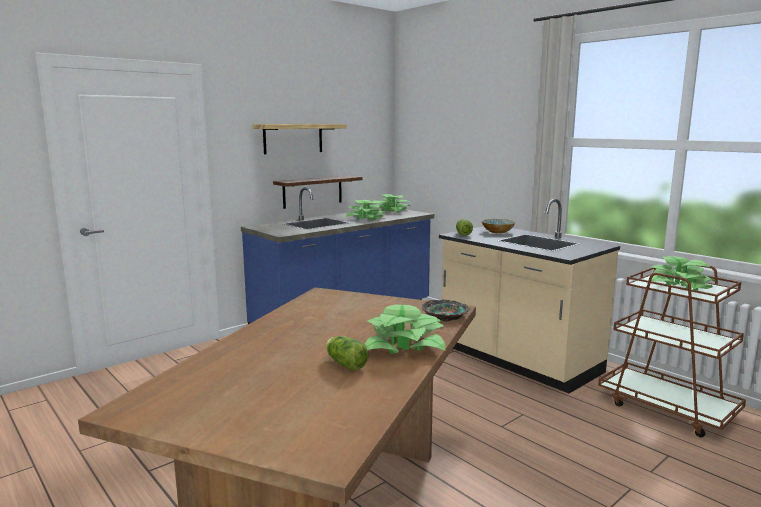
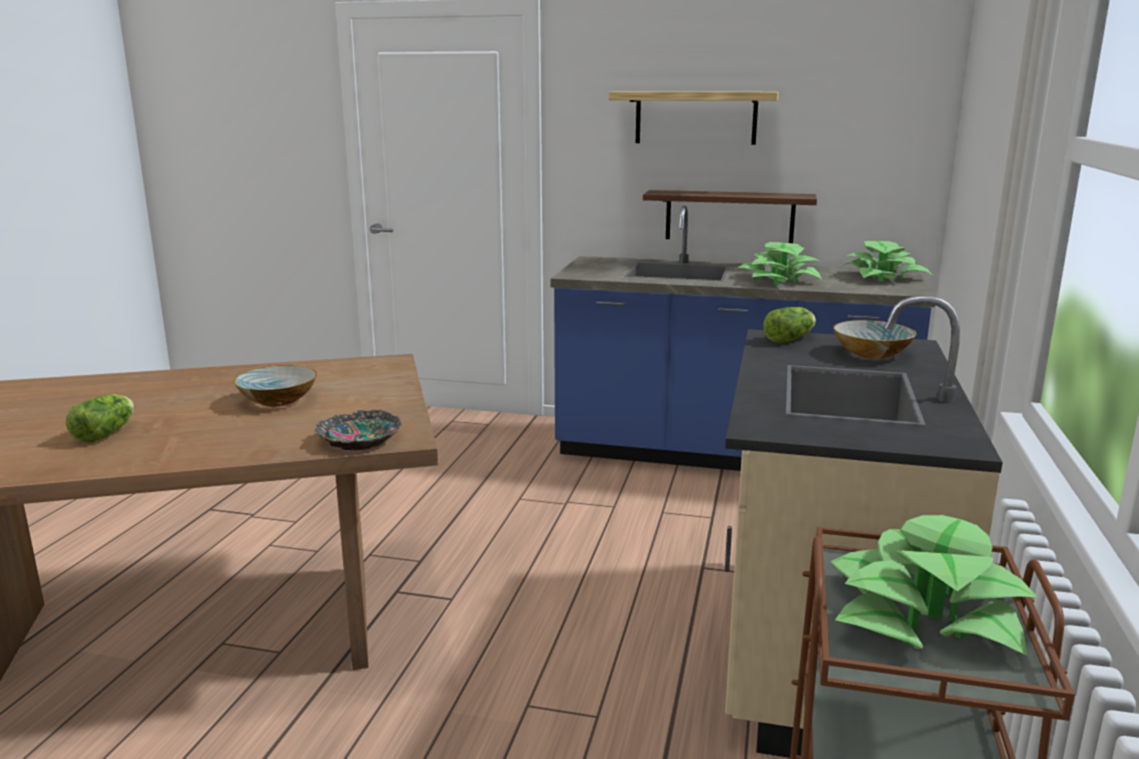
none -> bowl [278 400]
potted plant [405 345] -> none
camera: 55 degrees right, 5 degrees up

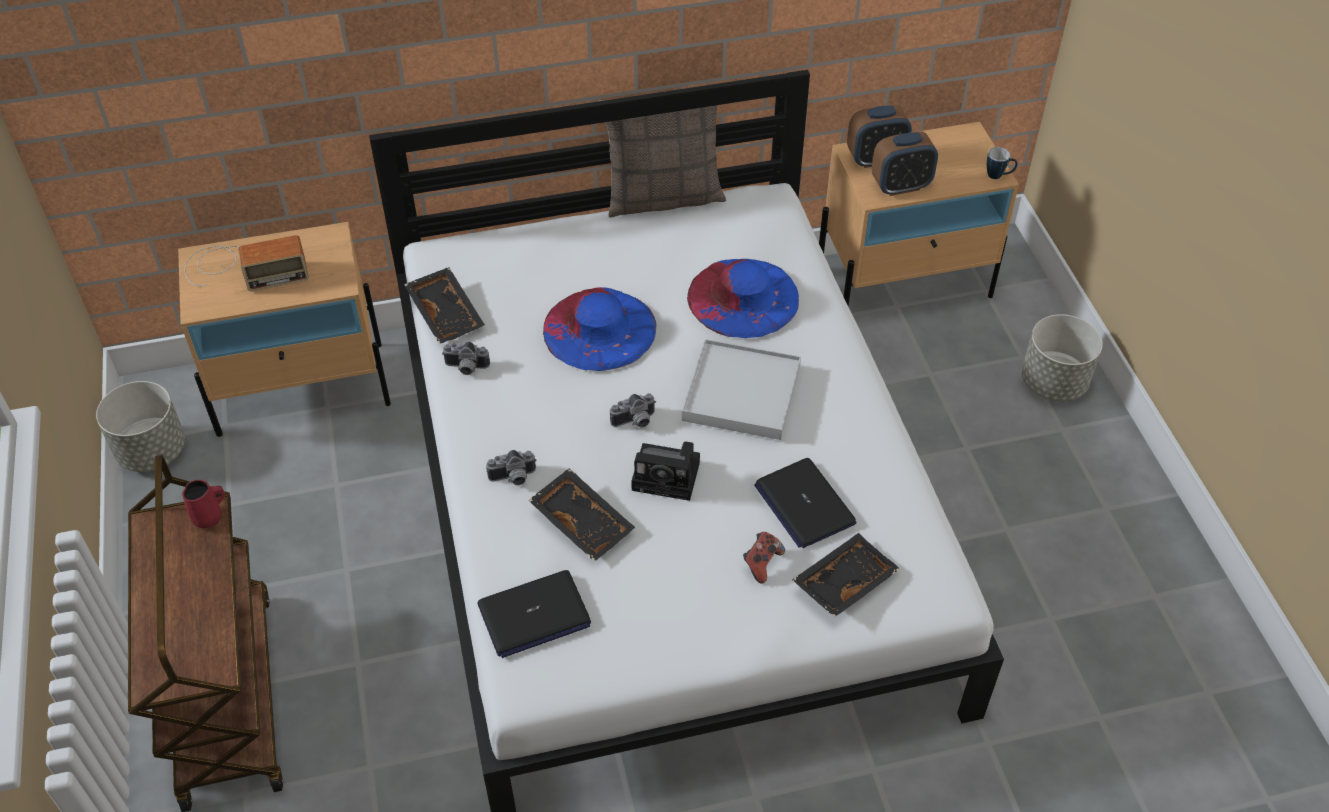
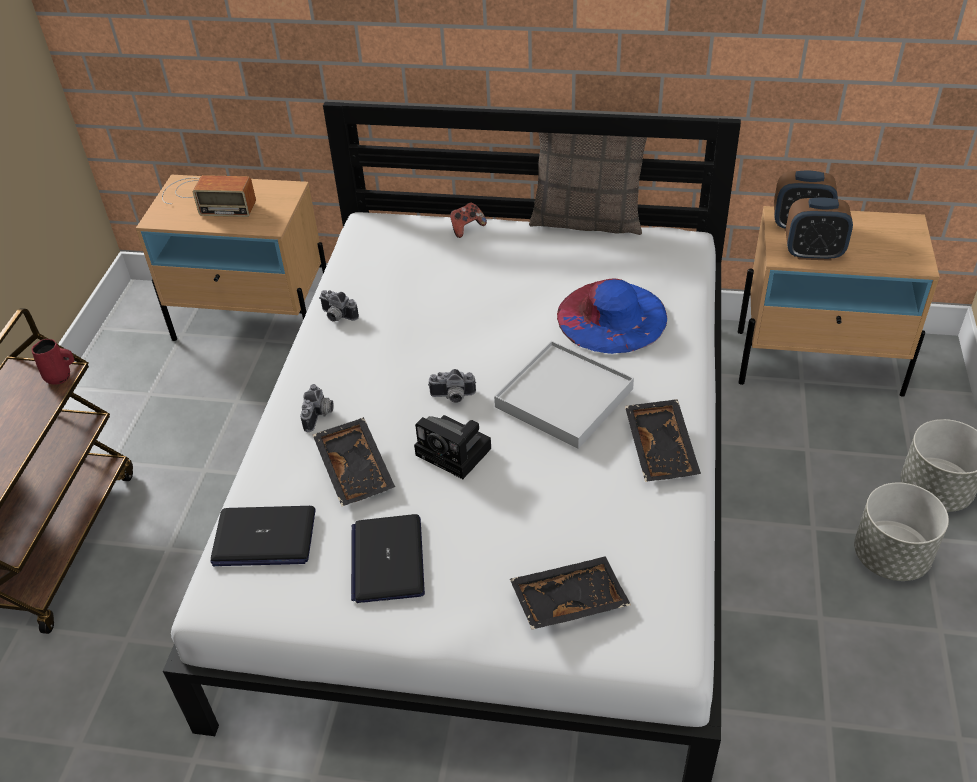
photo camera [513 478] -> photo camera [320 416], 90 degrees counterclockwise
laptop [804 504] -> laptop [387 559], moved
game controller [762 563] -> game controller [467 228], moved
tray in black [447 313] -> tray in black [662 448], moved
planter in grey [152 451] -> planter in grey [891 557], moved
hat in blue [599 329] -> none
mug [998 176] -> none
camera: 25 degrees right, 5 degrees down

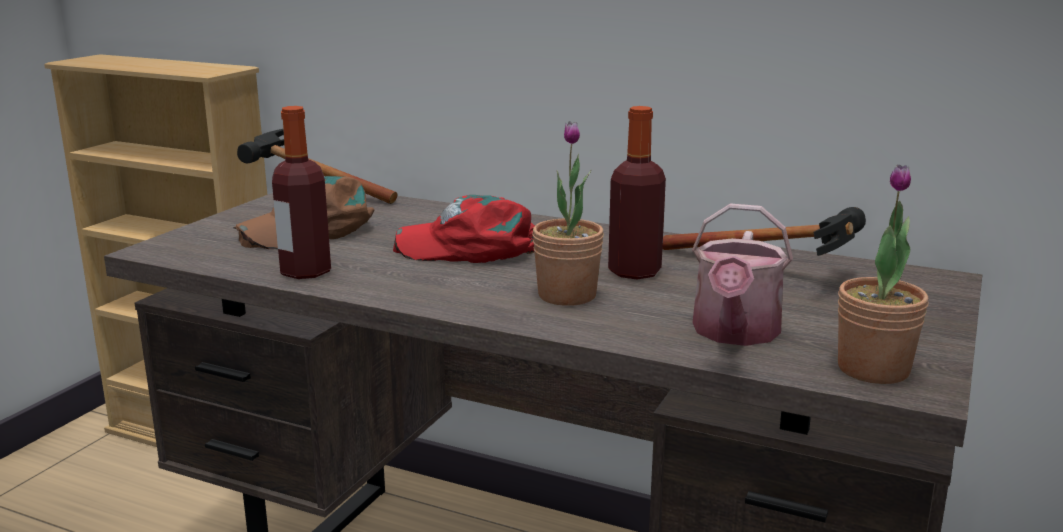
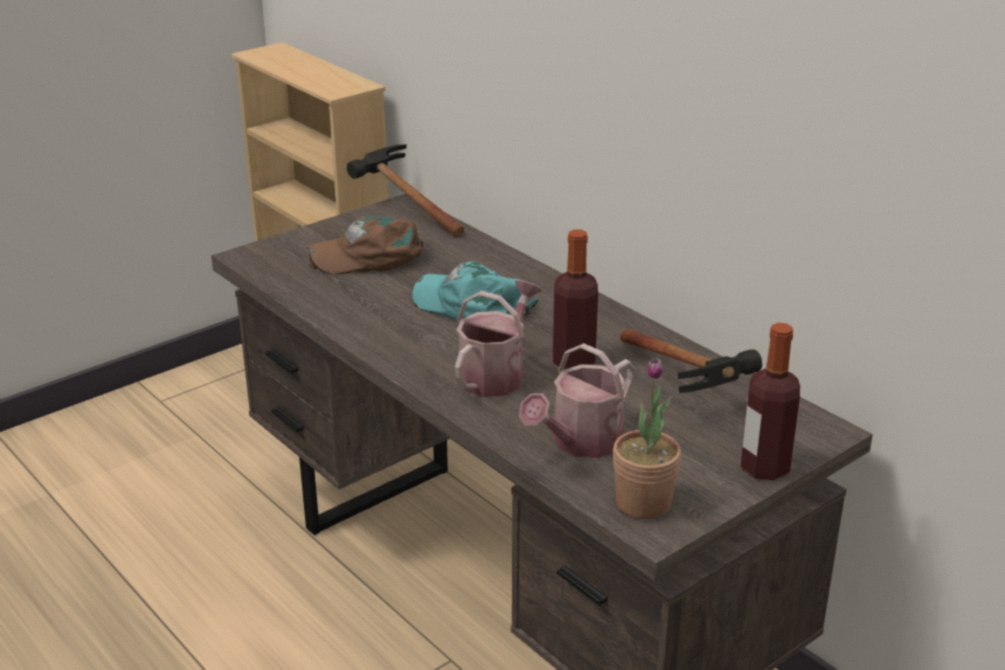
cap in red [470 248] -> cap in turquoise [472 304]
potted plant [567 295] -> watering can [496 374]
bottle [305 271] -> bottle [764 467], moved
camera: 25 degrees right, 10 degrees up

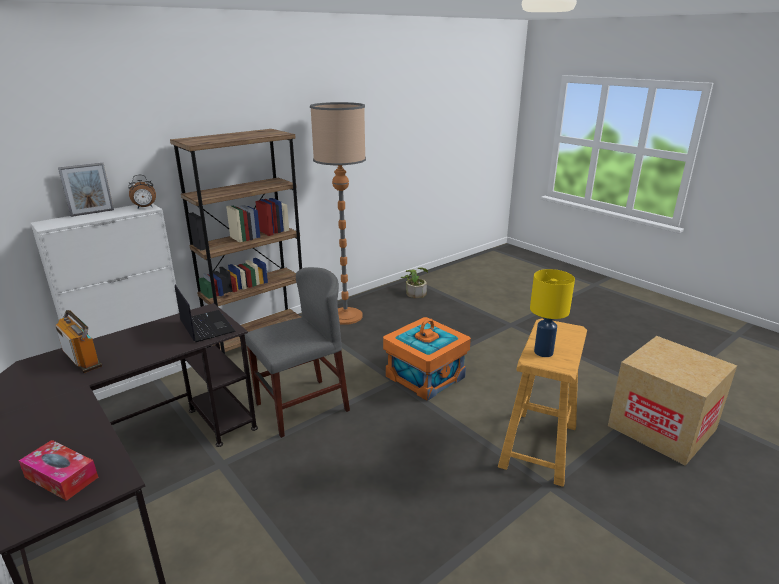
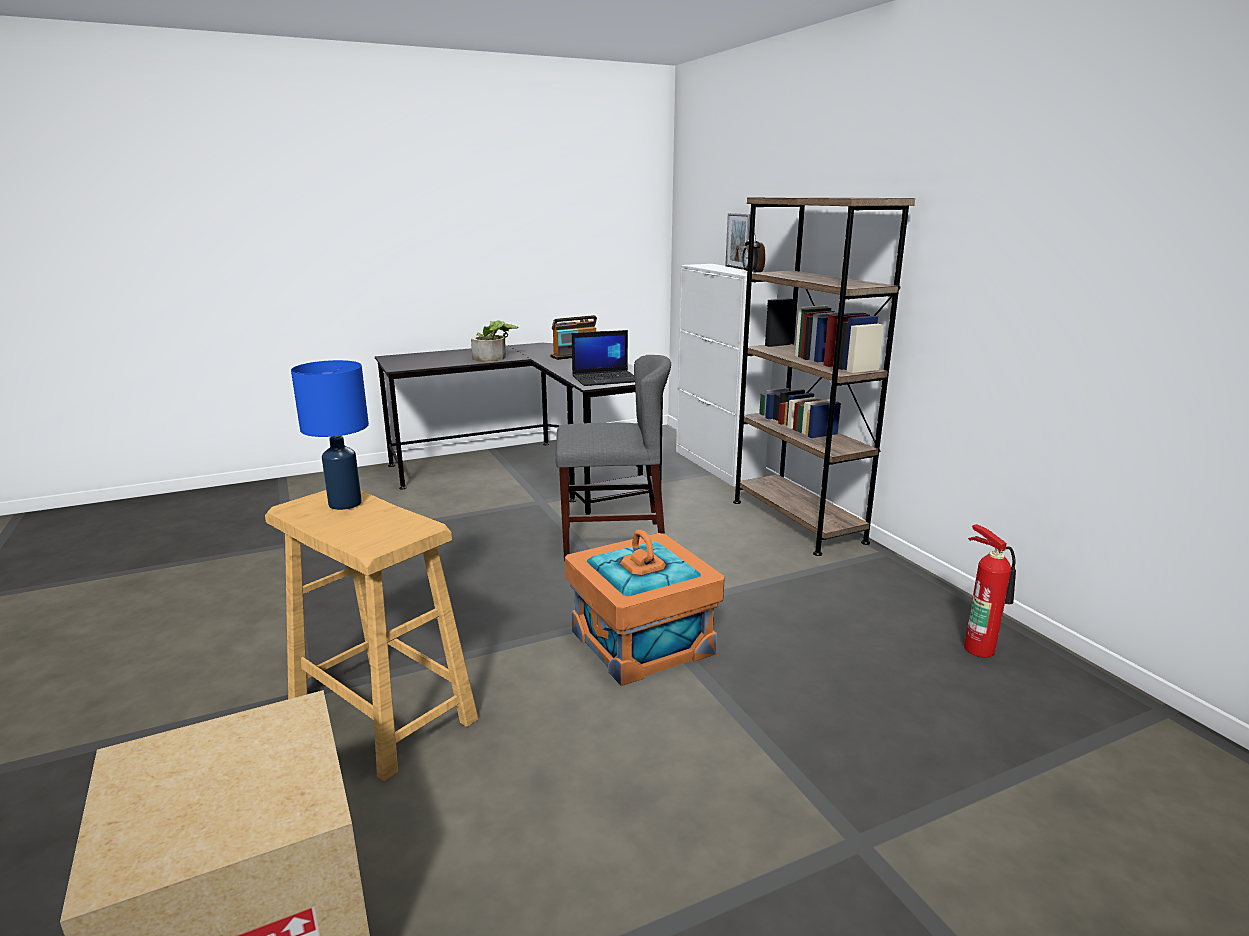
table lamp in yellow [544 352] -> table lamp in blue [344 504]
potted plant [415 292] -> potted plant [494 358], moved
chair in grey [302 407] -> chair in grey [612 541], 75 degrees counterclockwise
none -> fire extinguisher [979 647]
tissue box [61 477] -> none
floor lamp [346 316] -> none
camera: 105 degrees right, 5 degrees down

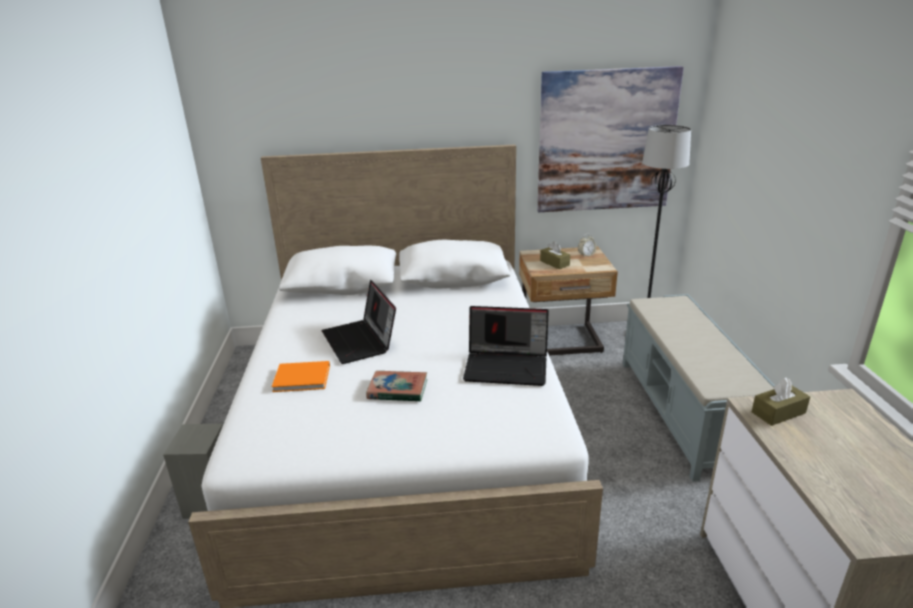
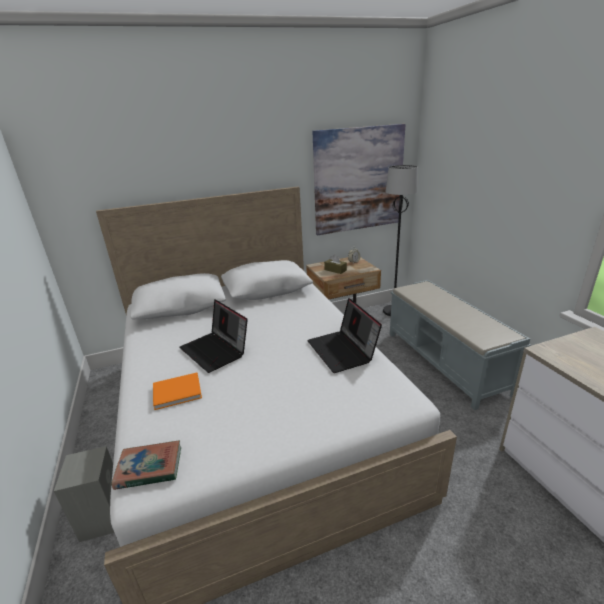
book [397 390] -> book [149 468], moved
laptop [507 366] -> laptop [343 351], 75 degrees clockwise
tissue box in brown [778 412] -> none
camera: 15 degrees left, 0 degrees up

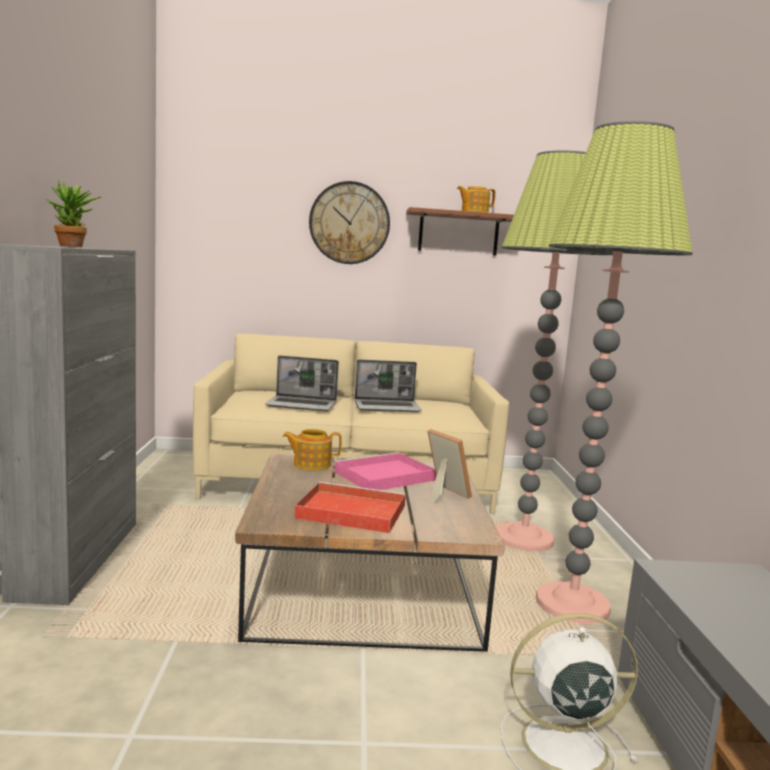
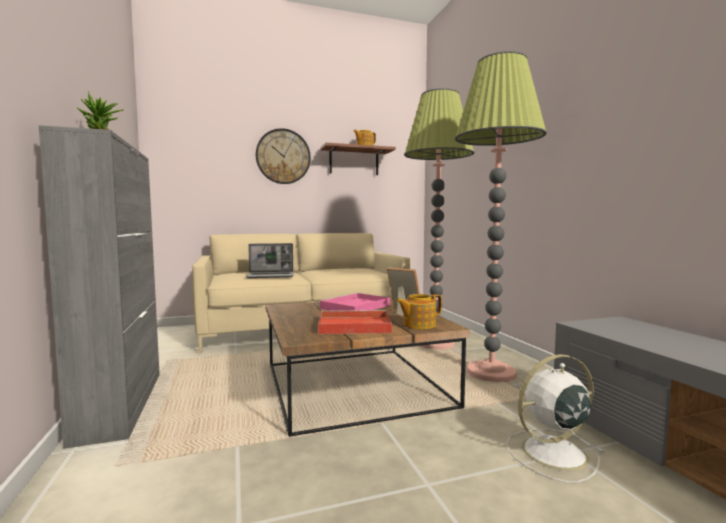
teapot [311 464] -> teapot [418 325], moved
laptop [387 407] -> none
camera: 15 degrees left, 5 degrees down

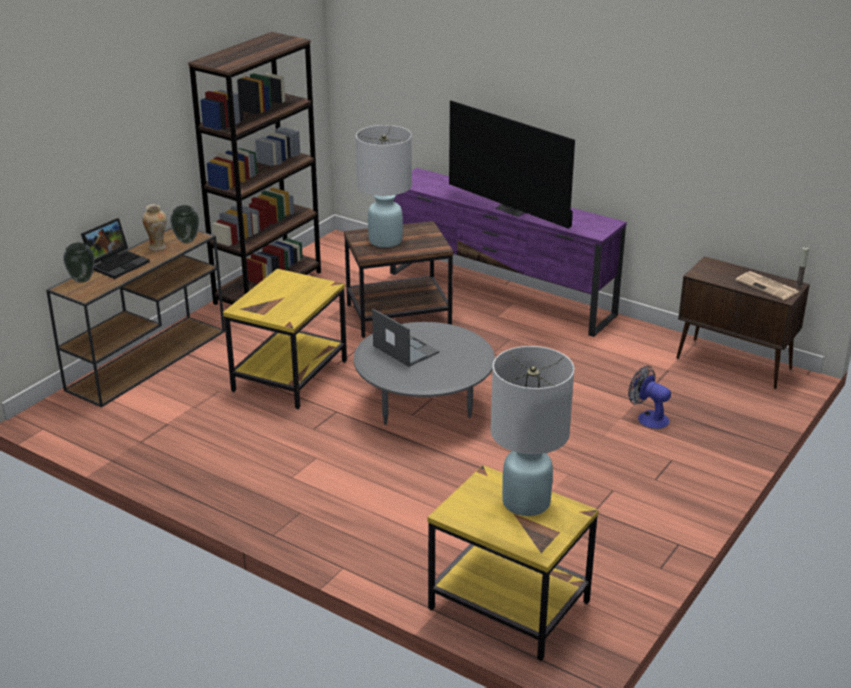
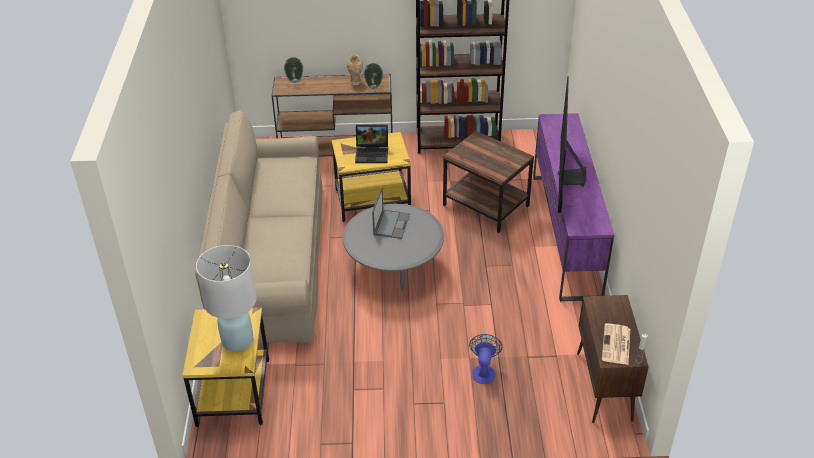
none -> sofa in beige [272 259]
laptop [118 263] -> laptop [373 153], moved
table lamp in white [385 240] -> none
camera: 55 degrees right, 10 degrees up

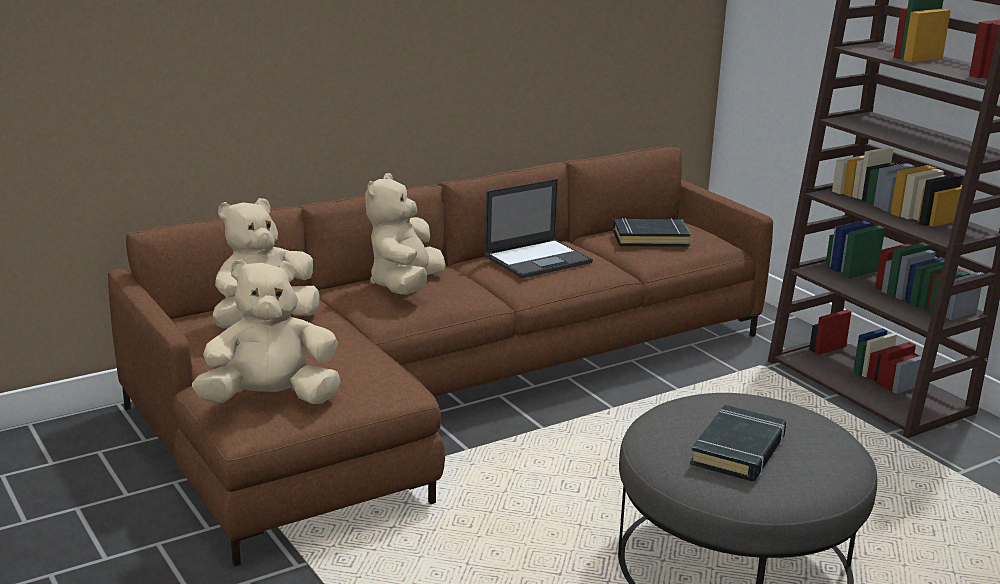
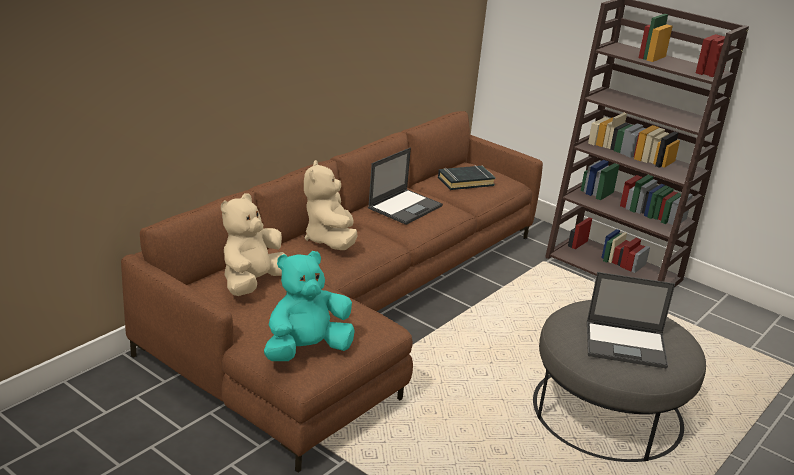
plush toy in beige [270 399] -> plush toy in turquoise [306 350]
book in black [738 451] -> laptop [626 345]
camera: 20 degrees left, 5 degrees up

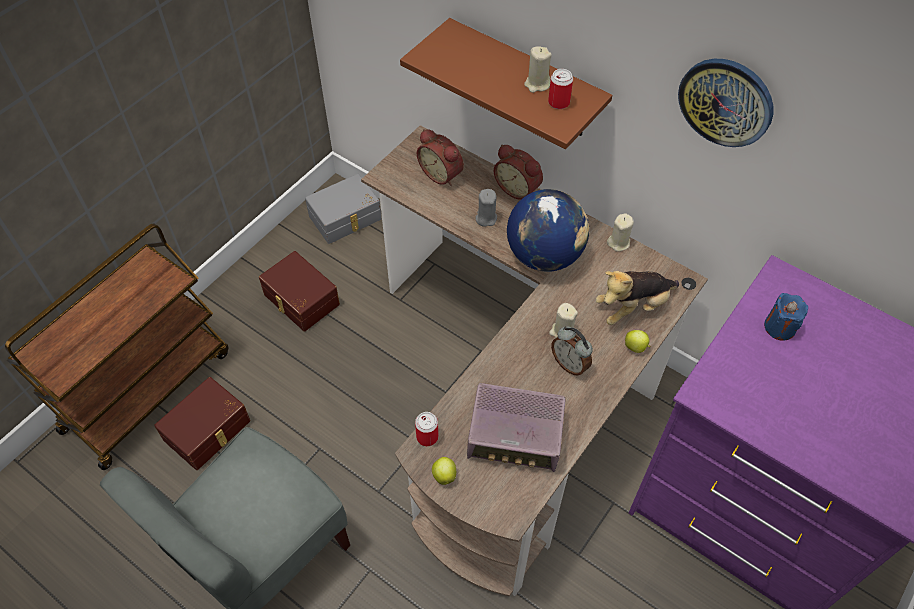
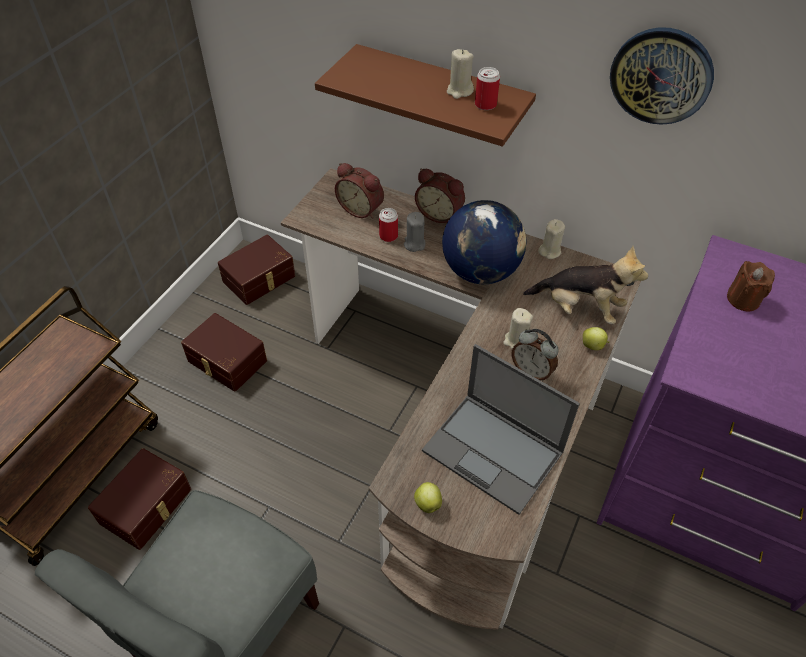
storage box in grey [346 218] -> storage box in brown [260 279]
can [427 437] -> can [388 236], moved
radio [515 437] -> laptop [494 452]
plush toy [633 307] -> plush toy [580 308], 120 degrees counterclockwise
candle in blue [779 327] -> candle in brown [743 299]
camera: 10 degrees left, 5 degrees down

